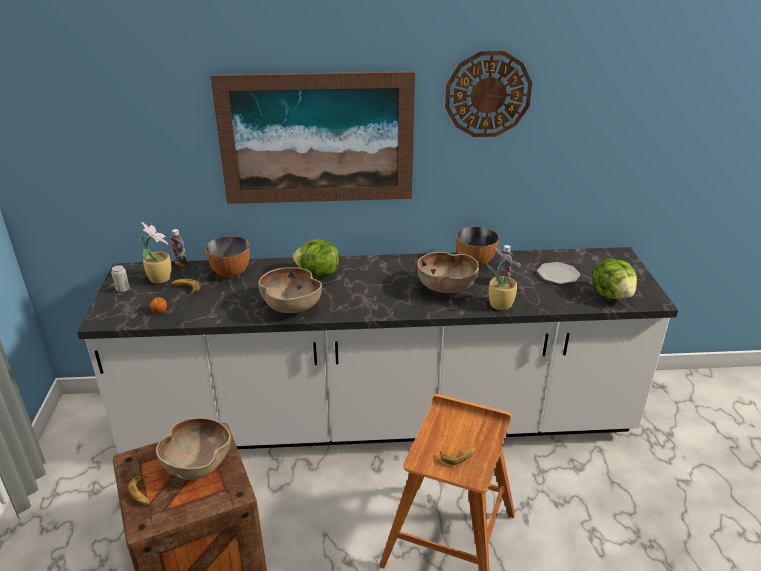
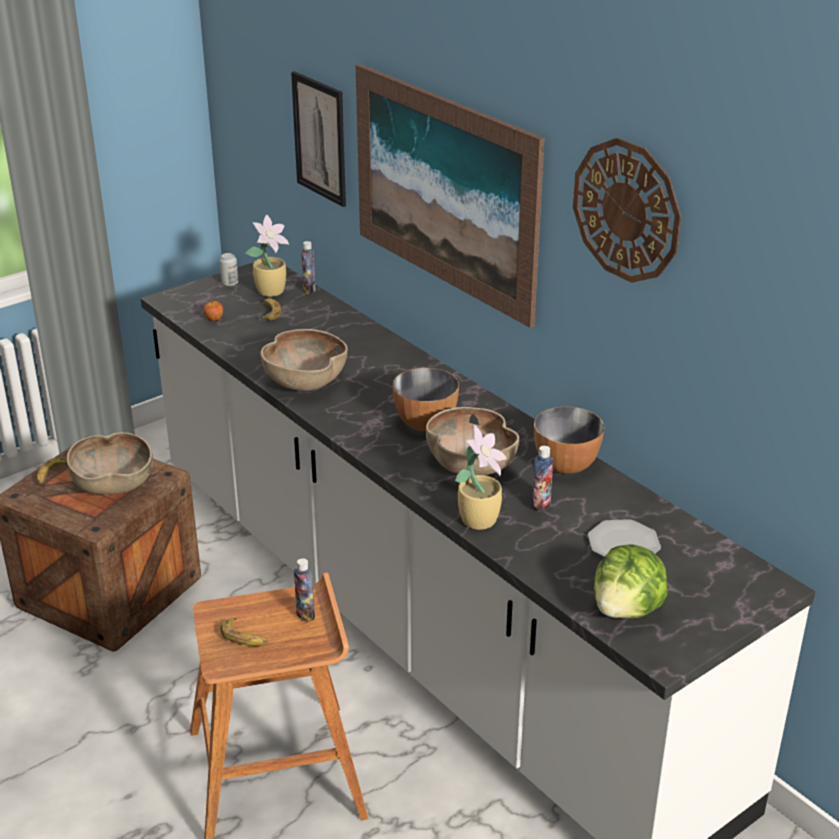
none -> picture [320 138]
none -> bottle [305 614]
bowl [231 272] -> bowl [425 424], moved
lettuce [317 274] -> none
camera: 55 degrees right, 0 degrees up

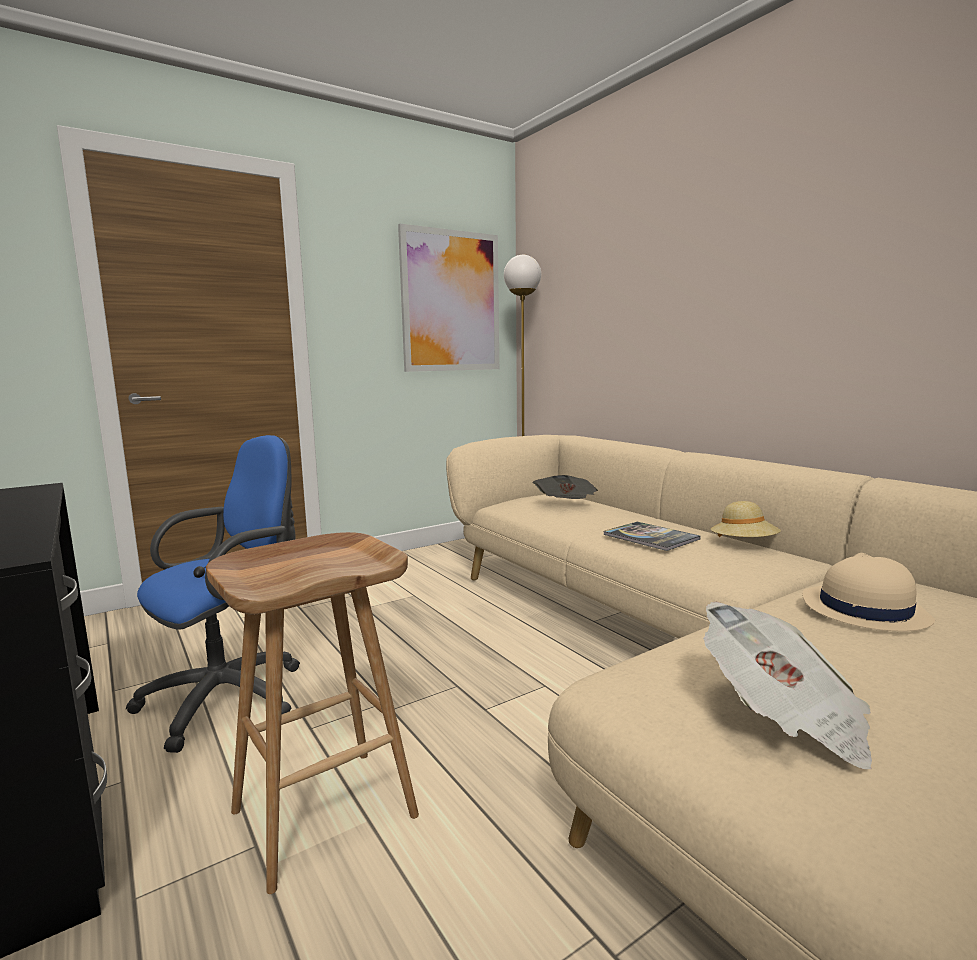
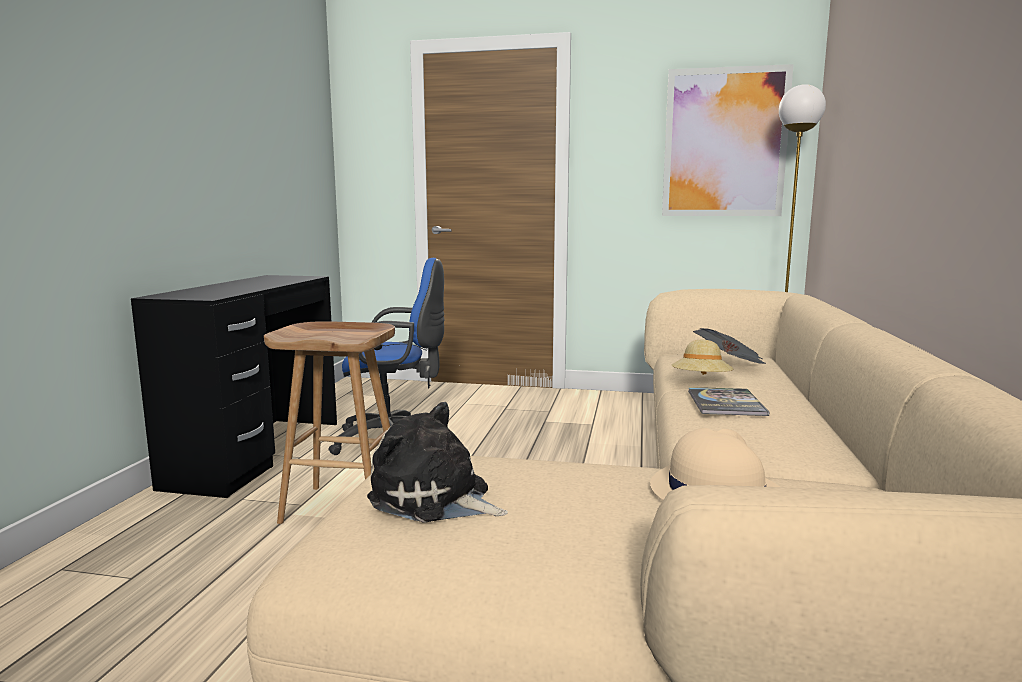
newspaper [785 718] -> plush toy [434 499]
hat in beige [744 545] -> hat in beige [701 381], moved
camera: 45 degrees right, 0 degrees up

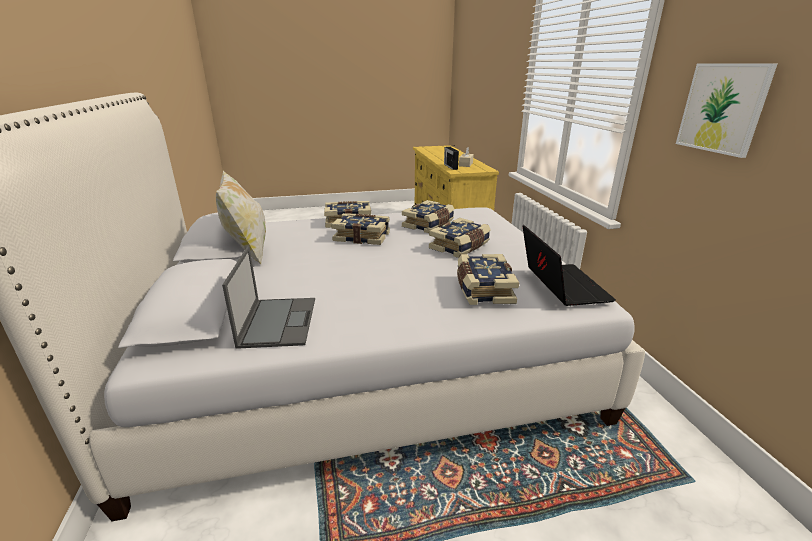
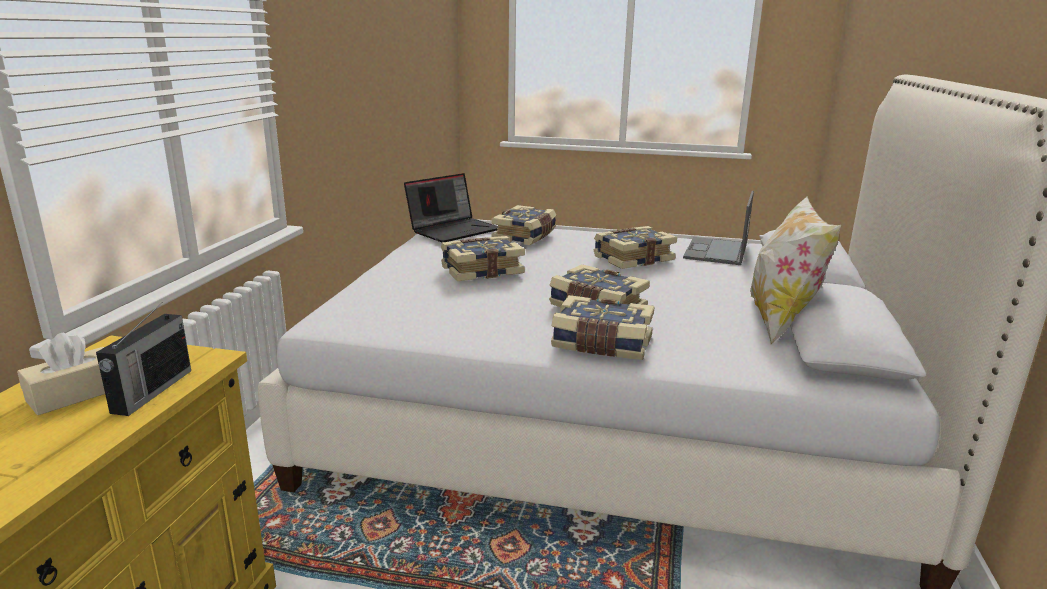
laptop [560 285] -> laptop [454 230], 150 degrees counterclockwise
book [429 225] -> book [632 258], moved
picture [722 108] -> none
camera: 155 degrees left, 5 degrees down

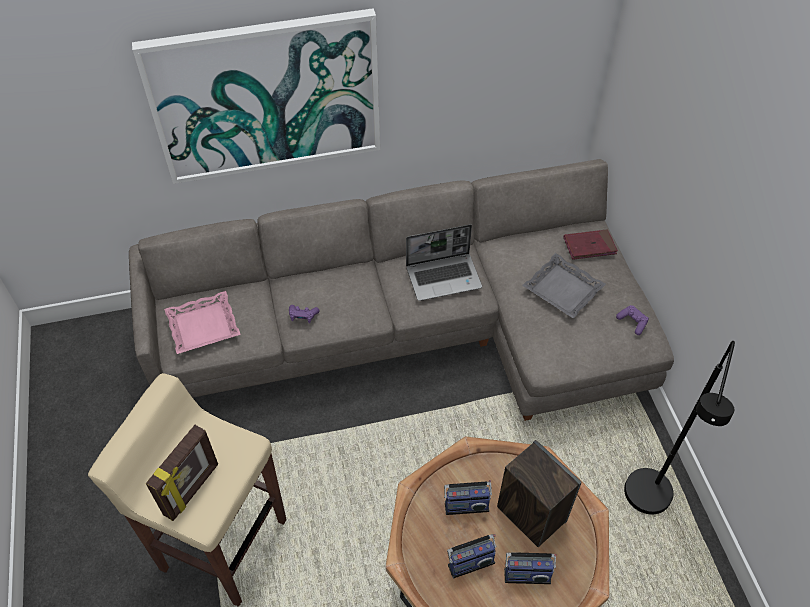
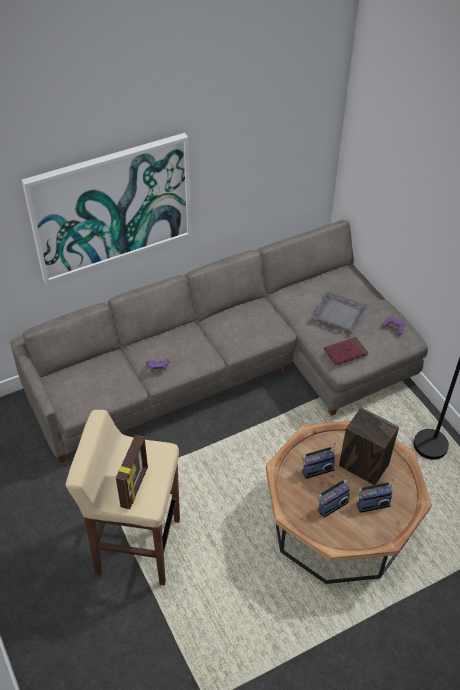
book in red [589 246] -> book in red [345 352], moved
tray in pink [203 327] -> none
laptop [444 277] -> none
camera: 15 degrees left, 5 degrees down

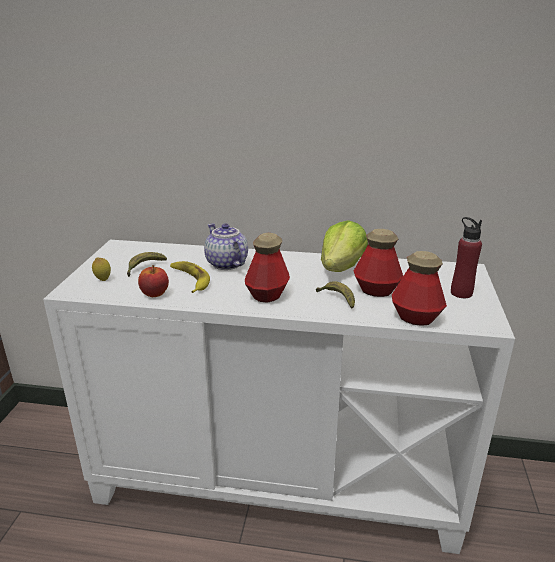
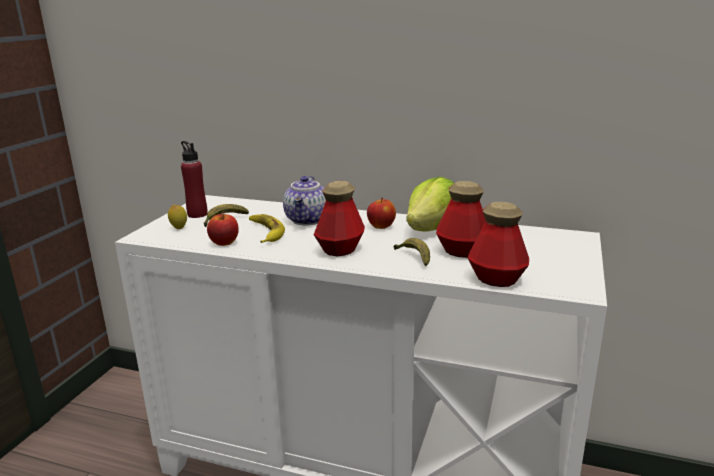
bottle in red [461 293] -> bottle in red [197 214], moved
teapot [225 264] -> teapot [308 220], 150 degrees counterclockwise
none -> apple [381 226]
camera: 10 degrees right, 5 degrees down

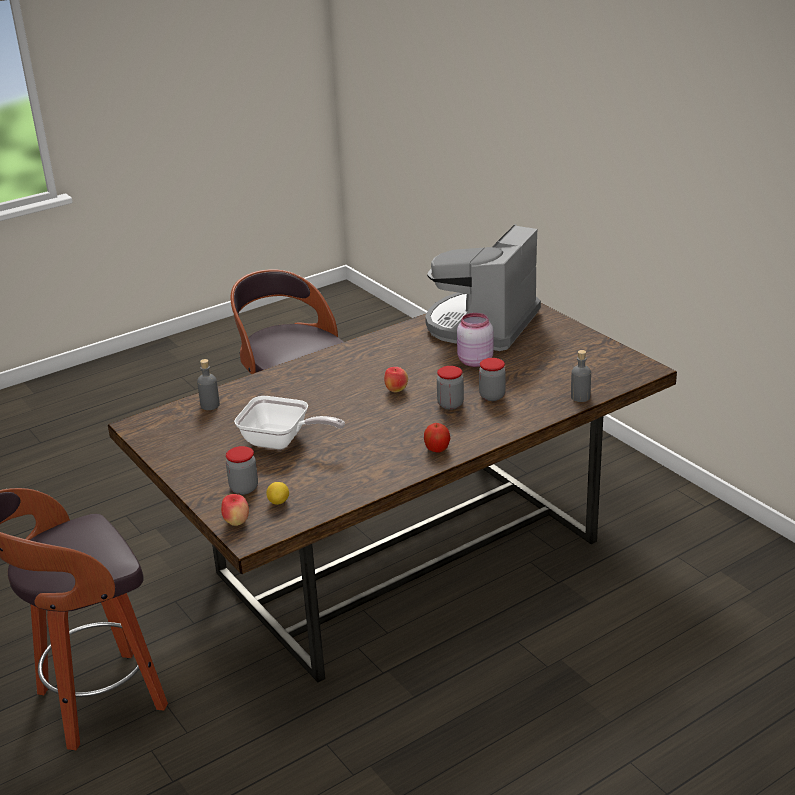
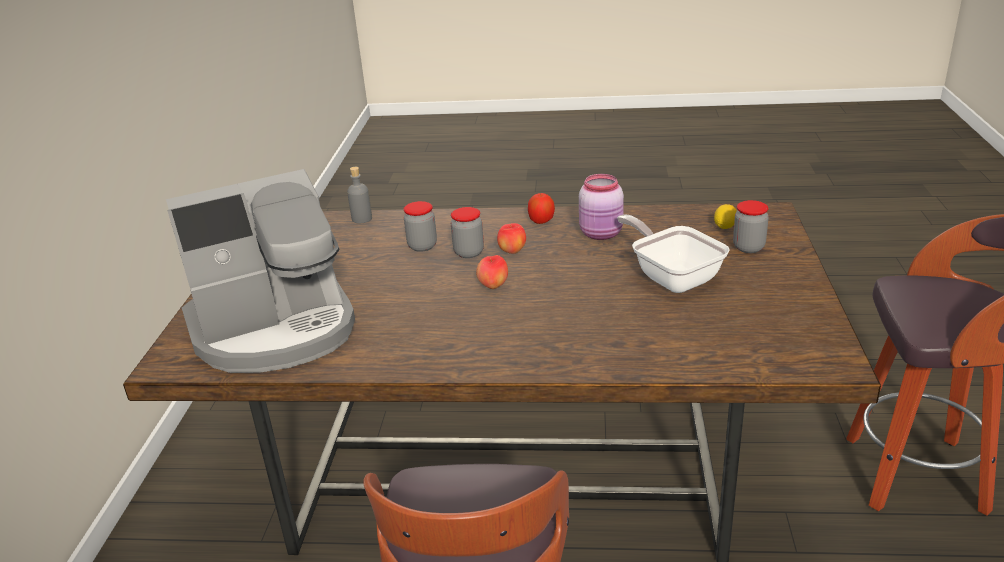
apple [237 522] -> apple [512 251], moved
jar in pink [474 361] -> jar in pink [602 234], moved
bottle in grey [210 405] -> none
camera: 140 degrees left, 0 degrees up

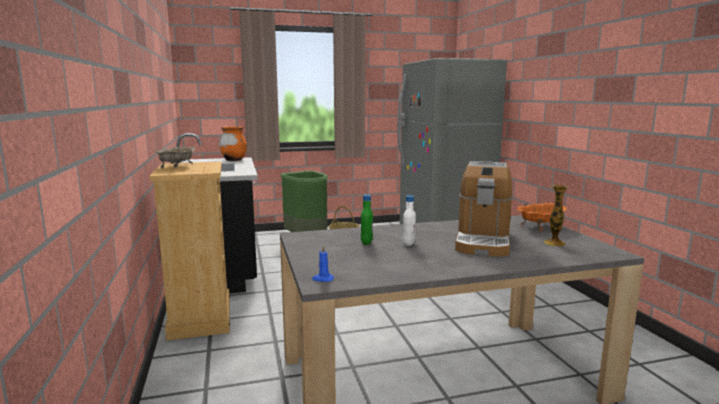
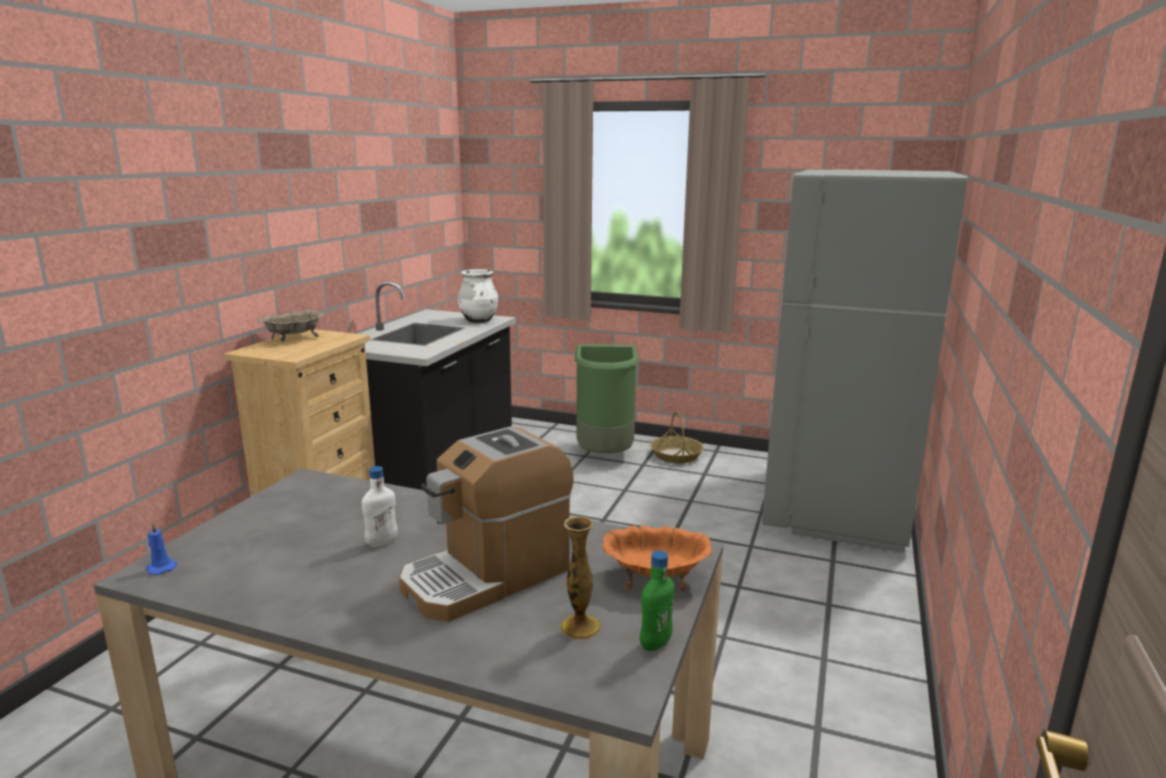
vase in orange [234 160] -> vase in white [478 320]
bottle in green [366 242] -> bottle in green [655 643], moved
camera: 35 degrees right, 5 degrees up

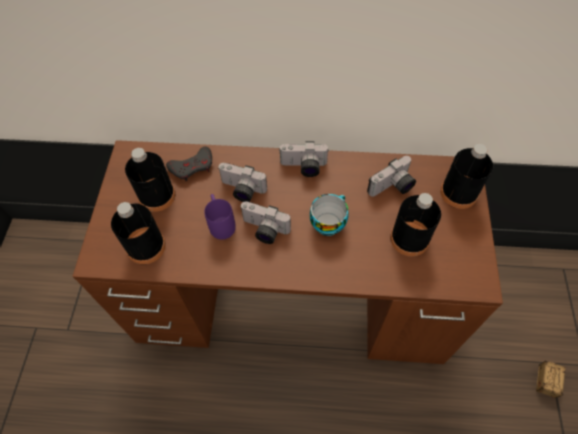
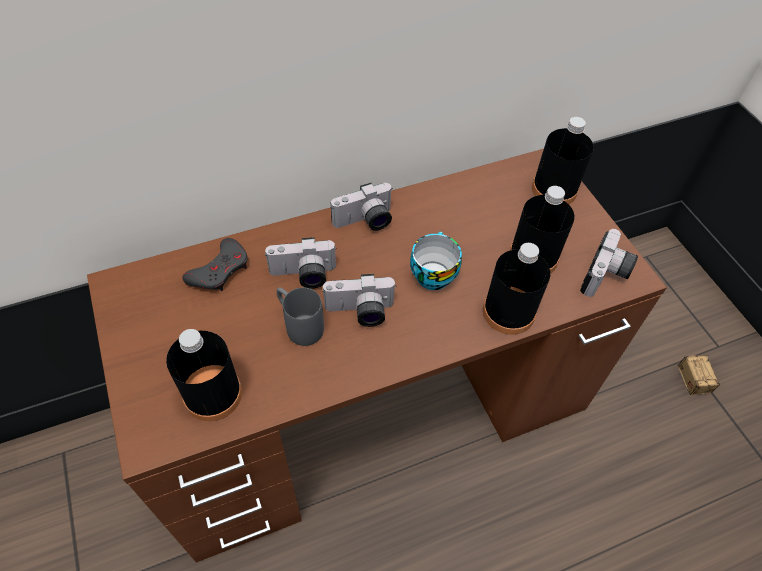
mug in purple [220 223] -> mug in grey [299 325]
bottle in black [157 196] -> bottle in black [508 312], moved
photo camera [392 187] -> photo camera [606 276], moved
camera: 30 degrees left, 5 degrees down

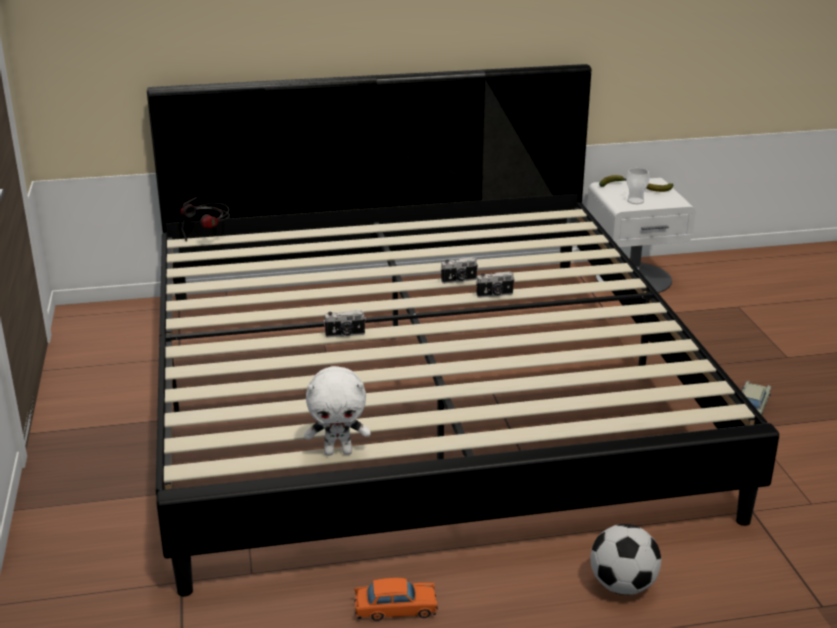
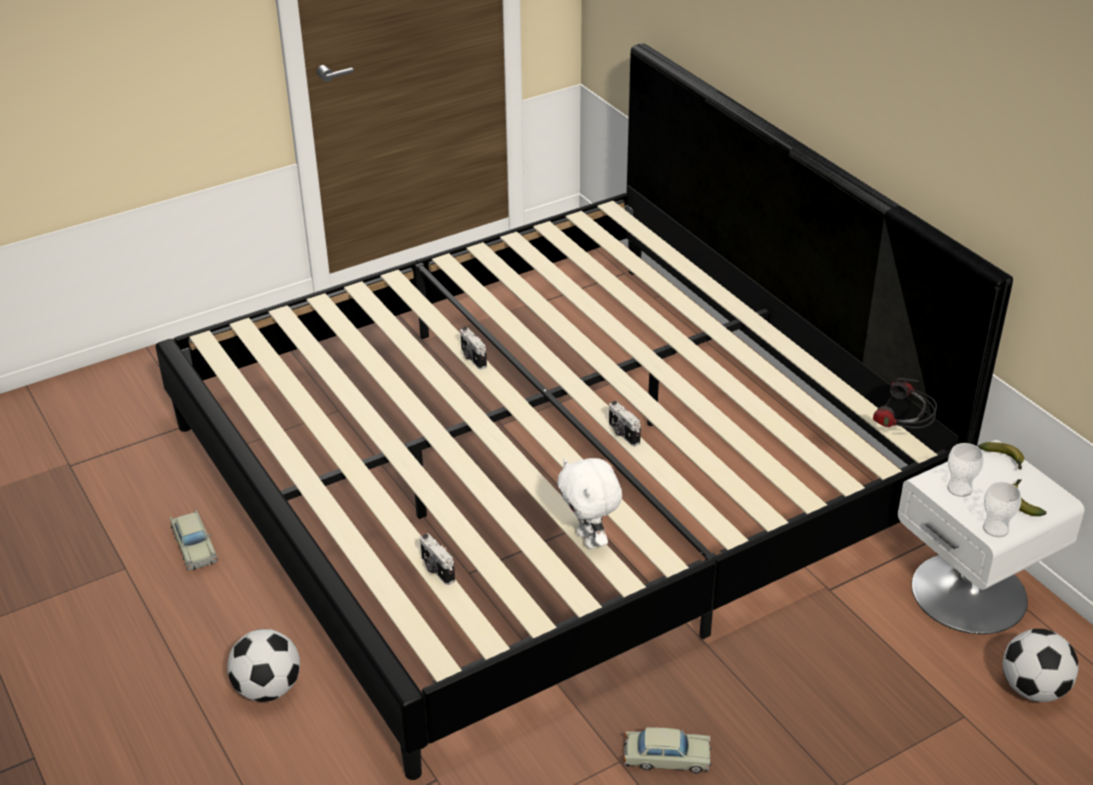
toy car in orange [396 608] -> toy car in beige [194 546]
photo camera [459 280] -> photo camera [436 570], moved
plush toy in white [338 452] -> plush toy in white [589 540], moved
headphones [209 238] -> headphones [900 435], moved
none -> cup [995 529]
none -> football [1033 689]
camera: 70 degrees right, 10 degrees up

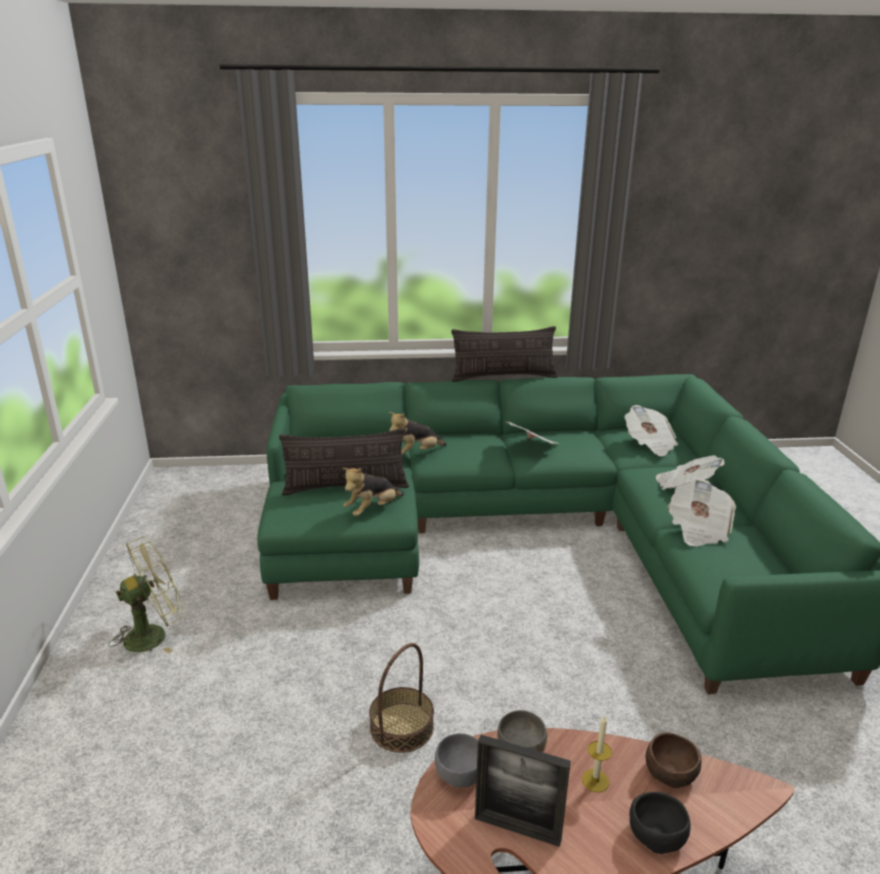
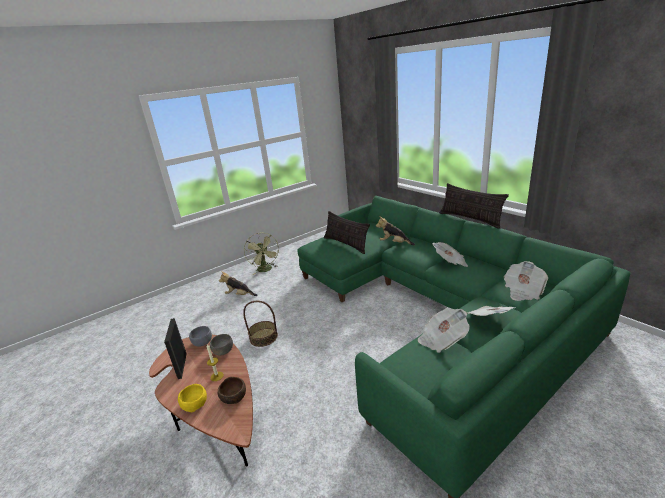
bowl in black [655 833] -> bowl in yellow [195 403]
plush toy [372 510] -> plush toy [239 295], moved
fan in green [154 634] -> fan in green [266 270], 45 degrees clockwise
camera: 60 degrees right, 0 degrees up

